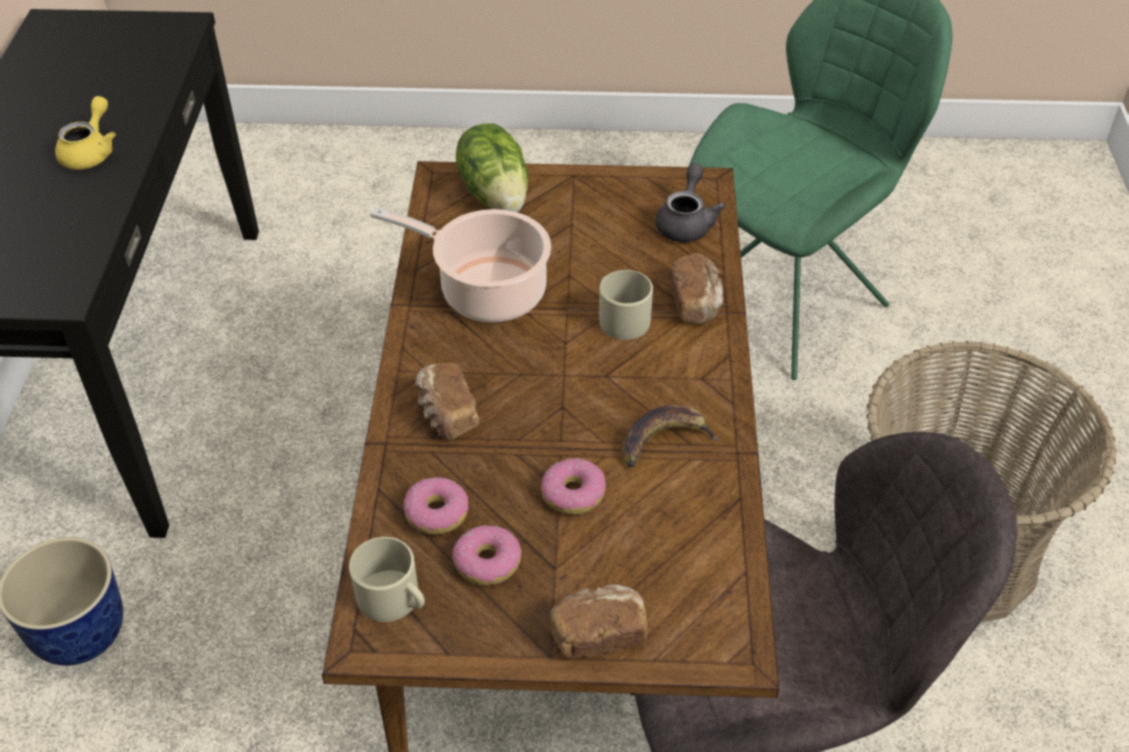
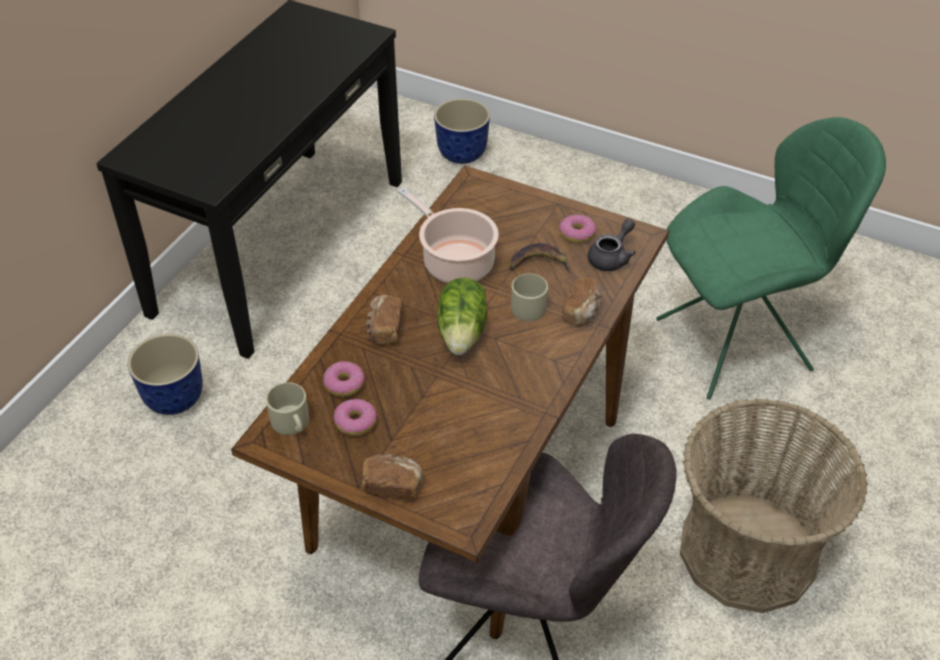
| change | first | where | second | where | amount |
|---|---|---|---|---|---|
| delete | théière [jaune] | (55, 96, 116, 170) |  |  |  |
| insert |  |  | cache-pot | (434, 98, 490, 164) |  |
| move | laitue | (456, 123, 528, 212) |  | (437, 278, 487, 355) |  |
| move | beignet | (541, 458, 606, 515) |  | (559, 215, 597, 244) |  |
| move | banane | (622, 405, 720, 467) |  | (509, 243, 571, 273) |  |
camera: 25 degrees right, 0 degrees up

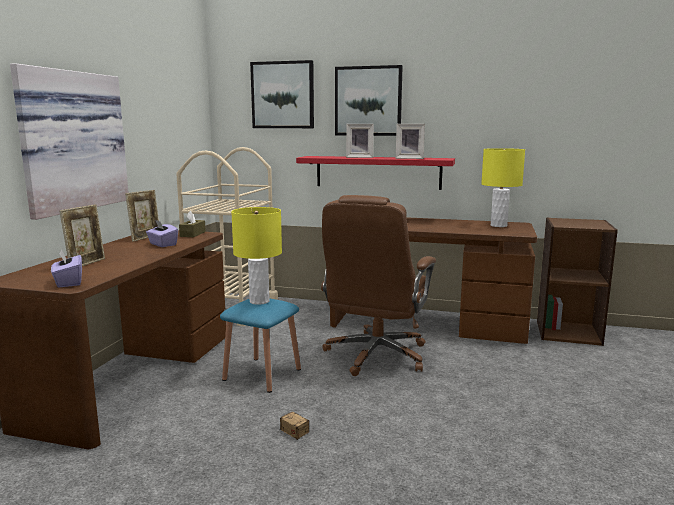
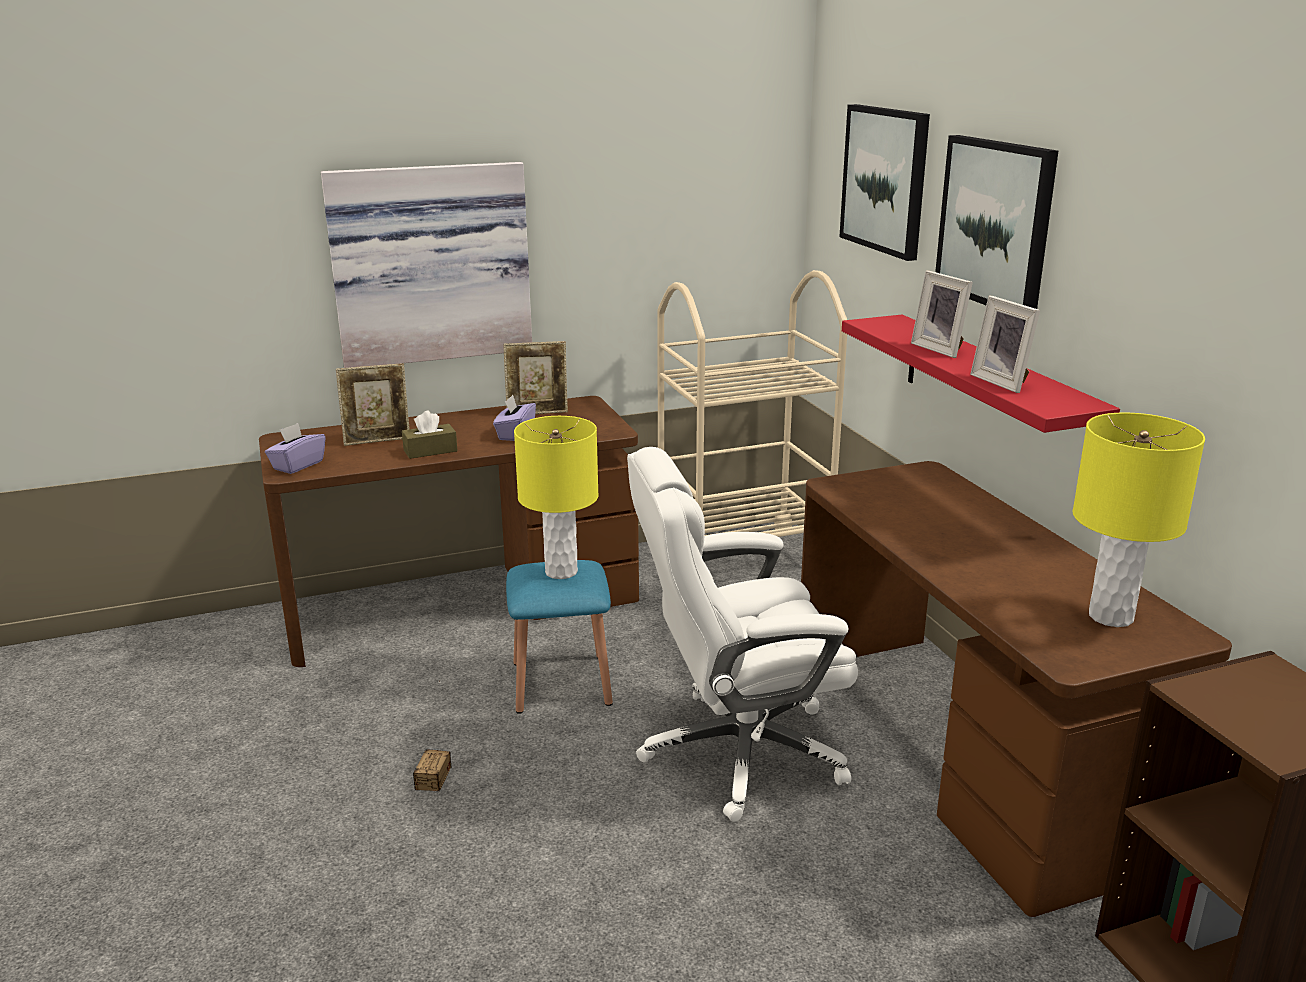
| change | first | where | second | where | amount |
|---|---|---|---|---|---|
| move | boîte à mouchoirs [marron] | (179, 211, 206, 237) |  | (402, 411, 457, 459) |  |
| recolor | chaise de bureau [marron] | (321, 195, 436, 376) | chaise de bureau [blanc] | (627, 447, 858, 822) |  |
camera: 55 degrees right, 10 degrees up

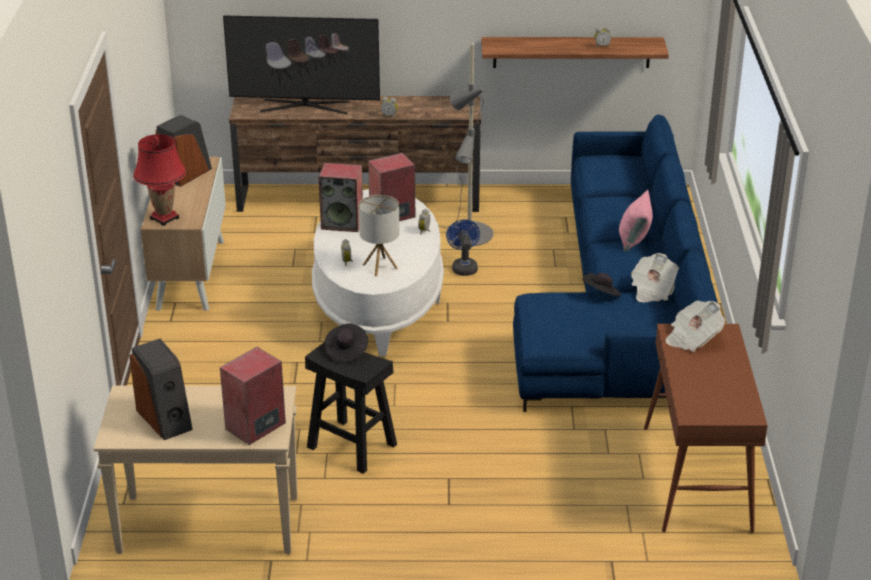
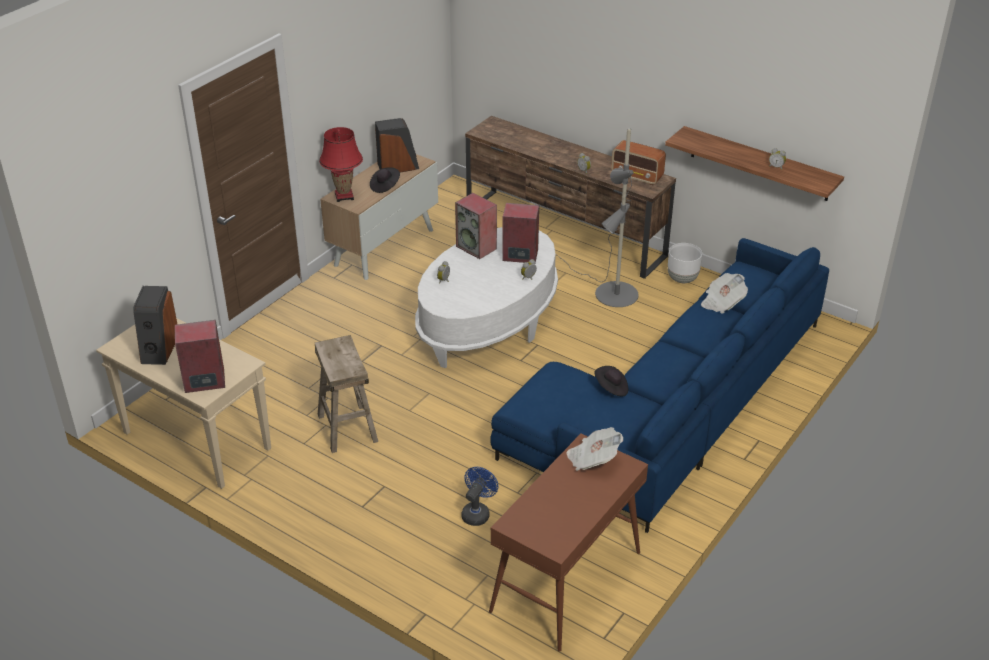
| change | first | where | second | where | amount |
|---|---|---|---|---|---|
| delete | téléviseur | (223, 16, 380, 114) |  |  |  |
| delete | lampe de table | (359, 195, 399, 276) |  |  |  |
| delete | coussin [rose] | (619, 190, 653, 252) |  |  |  |
| insert |  |  | radio | (611, 140, 666, 185) |  |
| insert |  |  | cache-pot [blanc] | (668, 243, 702, 283) |  |
| move | chapeau [noir] | (325, 324, 368, 363) |  | (370, 167, 400, 193) |  |
| move | ventilateur [bleu] | (446, 220, 480, 276) |  | (461, 467, 499, 526) |  |
| move | journal | (631, 253, 679, 302) |  | (701, 273, 748, 313) |  |
| recolor | tabouret [noir] | (305, 342, 397, 474) | tabouret [beige] | (315, 335, 378, 453) |  |
camera: 35 degrees right, 5 degrees up

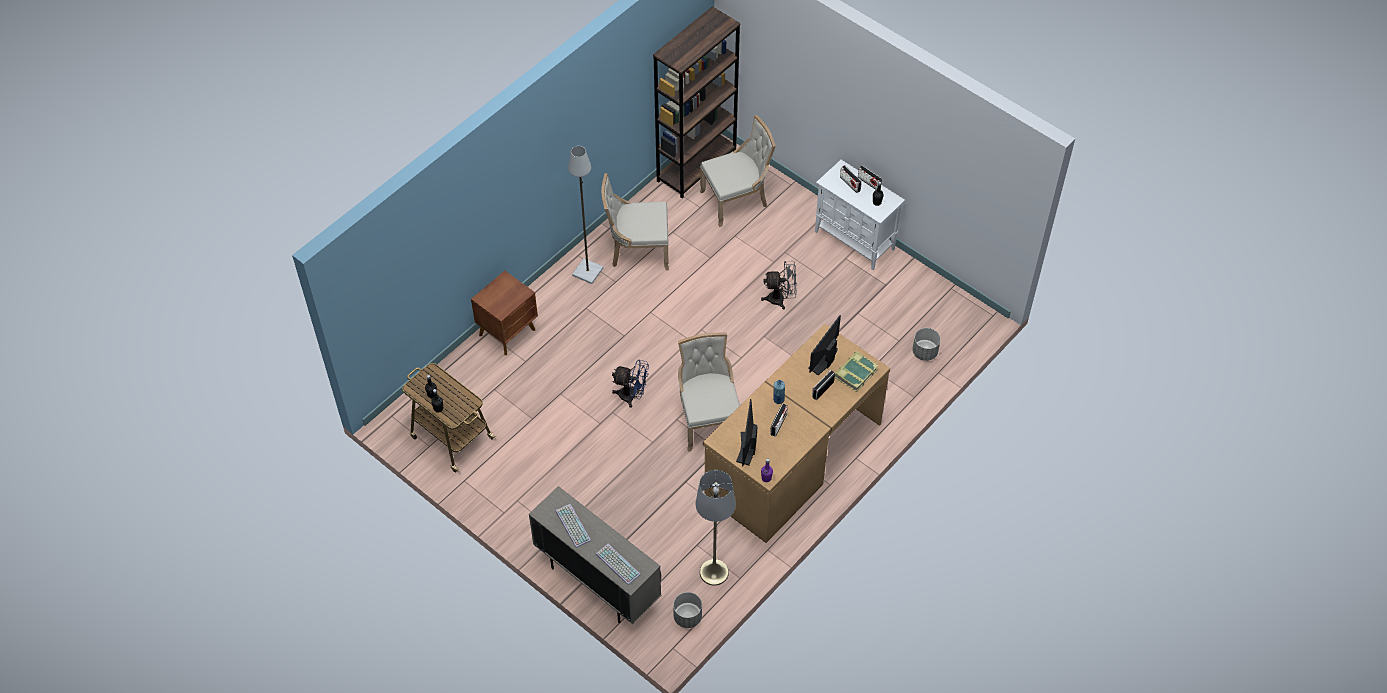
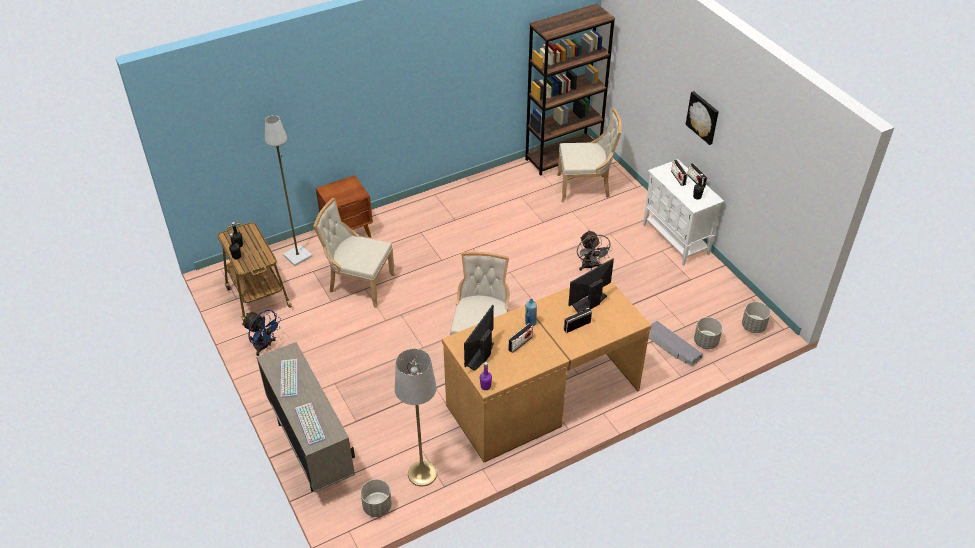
| change | first | where | second | where | amount |
|---|---|---|---|---|---|
| delete | livre | (835, 351, 879, 392) |  |  |  |
| insert |  |  | boîte de rangement [gris] | (648, 321, 703, 367) |  |
| insert |  |  | tableau | (685, 91, 719, 145) |  |
| insert |  |  | cache-pot [gris] | (742, 302, 771, 333) |  |
| move | lampadaire [gris] | (568, 146, 603, 284) |  | (265, 115, 313, 266) |  |
| move | chaise [beige] | (601, 173, 669, 270) |  | (313, 198, 396, 308) |  |
| move | ventilateur [bleu] | (612, 359, 649, 408) |  | (242, 310, 281, 356) |  |
| rotate | ventilateur [gris] | (761, 261, 797, 309) |  | (577, 230, 613, 271) | 60 degrees clockwise |
camera: 20 degrees right, 10 degrees down

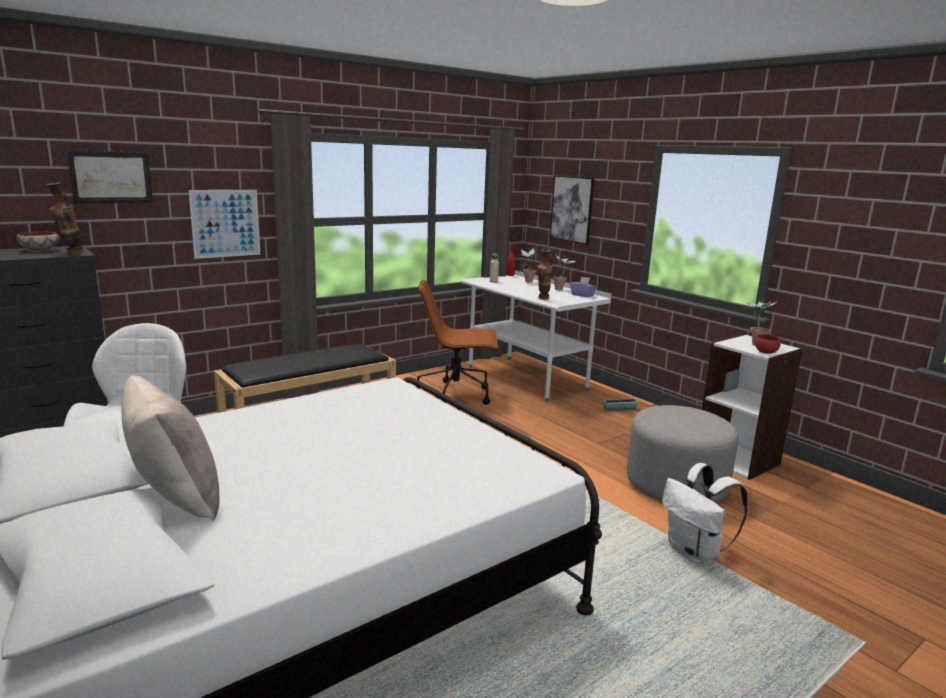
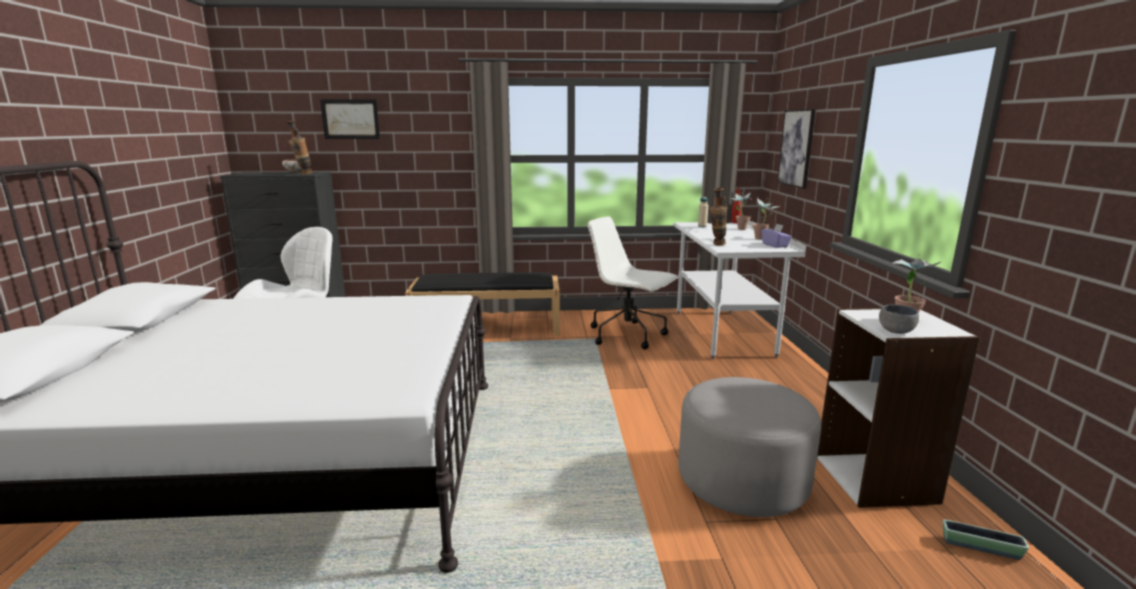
| change | first | where | second | where | amount |
|---|---|---|---|---|---|
| delete | coussin [beige] | (121, 375, 220, 521) |  |  |  |
| delete | tableau | (188, 190, 261, 259) |  |  |  |
| delete | sac à dos [blanc] | (662, 463, 748, 564) |  |  |  |
| move | cache-pot | (603, 399, 638, 411) |  | (943, 519, 1029, 560) |  |
| recolor | chaise de bureau [marron] | (416, 279, 498, 405) | chaise de bureau [blanc] | (588, 217, 679, 349) |  |
| recolor | bol [rouge] | (755, 334, 781, 354) | bol [gris] | (879, 305, 919, 334) |  |
camera: 35 degrees right, 0 degrees up

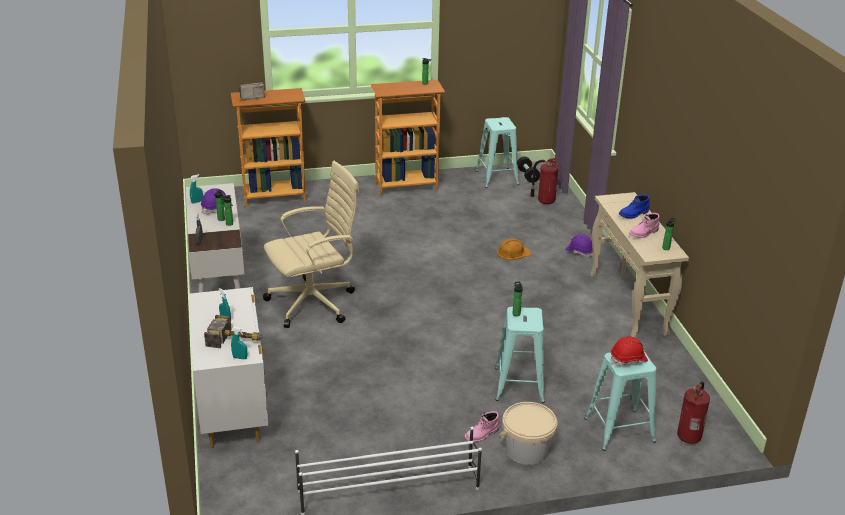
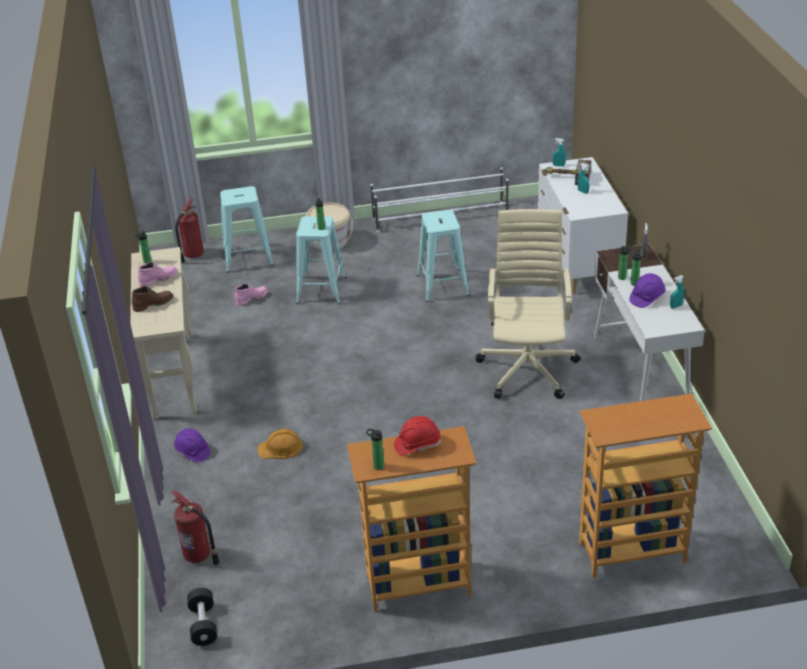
| change | first | where | second | where | amount |
|---|---|---|---|---|---|
| delete | radio | (239, 82, 265, 100) |  |  |  |
| move | botte [rose] | (465, 411, 499, 442) |  | (235, 283, 268, 306) |  |
| move | tabouret [turquoise] | (476, 117, 519, 188) |  | (417, 210, 470, 302) |  |
| move | casque de chantier [rouge] | (611, 336, 648, 366) |  | (394, 416, 441, 455) |  |
| recolor | botte [bleu] | (619, 195, 649, 219) | botte [marron] | (132, 286, 173, 312) |  |
| rotate | chaise de bureau [beige] | (263, 161, 359, 328) |  | (476, 209, 581, 399) | 120 degrees clockwise |
camera: 175 degrees left, 5 degrees up

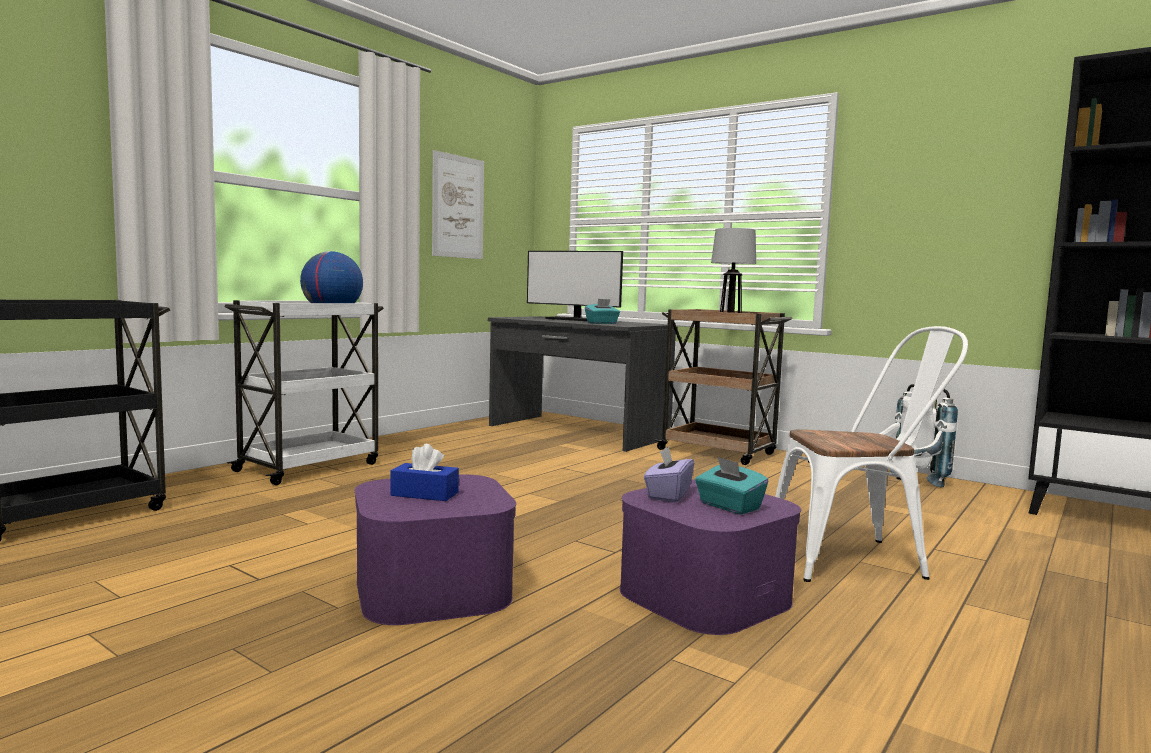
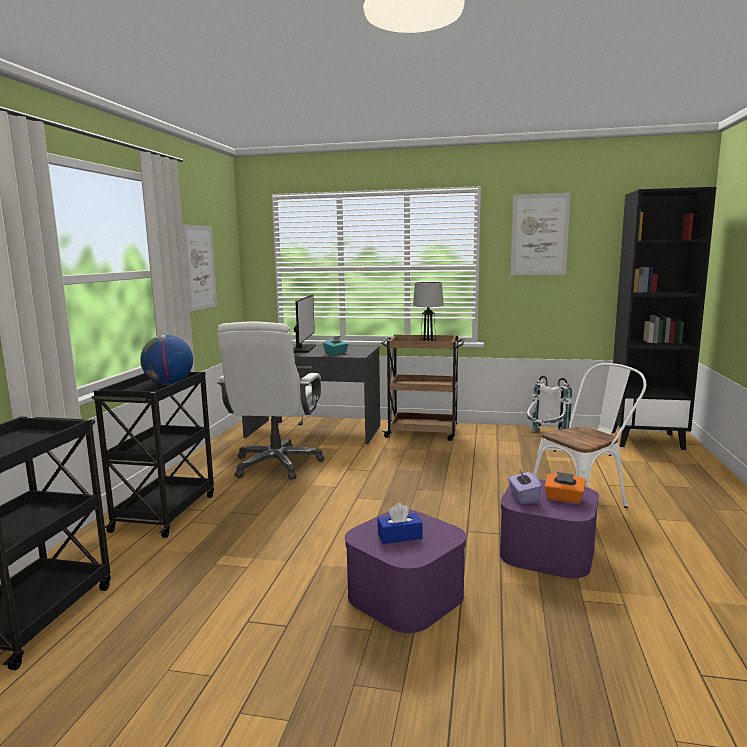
| change | first | where | second | where | amount |
|---|---|---|---|---|---|
| insert |  |  | chaise de bureau [blanc] | (217, 321, 324, 480) |  |
| insert |  |  | tableau | (511, 193, 570, 275) |  |
| recolor | chariot [blanc] | (224, 300, 384, 485) | chariot [noir] | (91, 371, 214, 538) |  |
| recolor | boîte à mouchoirs [turquoise] | (695, 457, 768, 514) | boîte à mouchoirs [orange] | (544, 472, 586, 504) |  |
| rotate | écran d'ordinateur | (527, 251, 623, 321) |  | (293, 295, 316, 353) | 90 degrees counterclockwise |
camera: 25 degrees left, 5 degrees up

